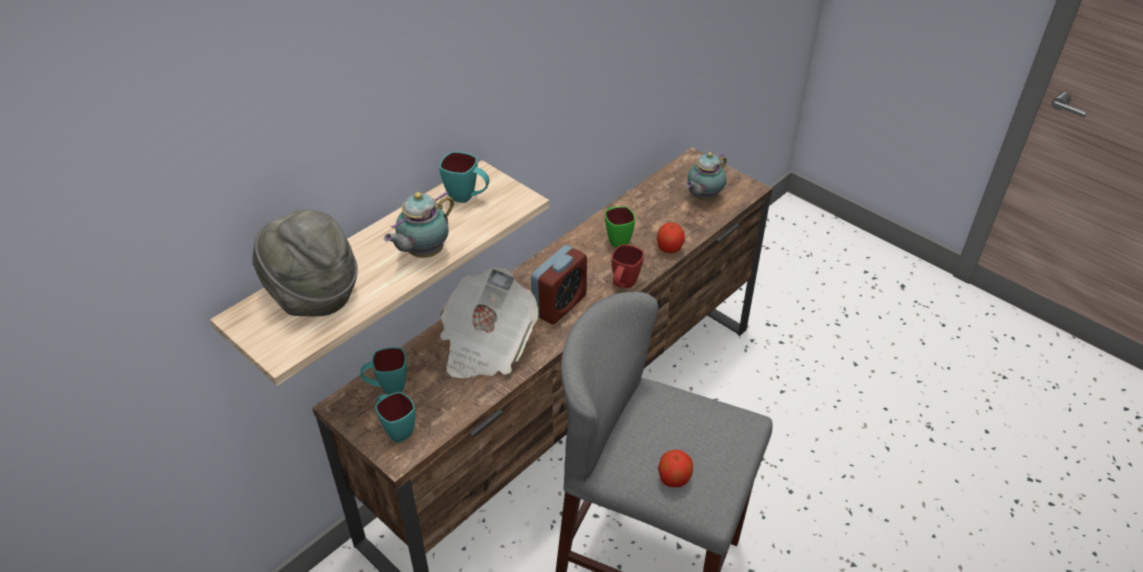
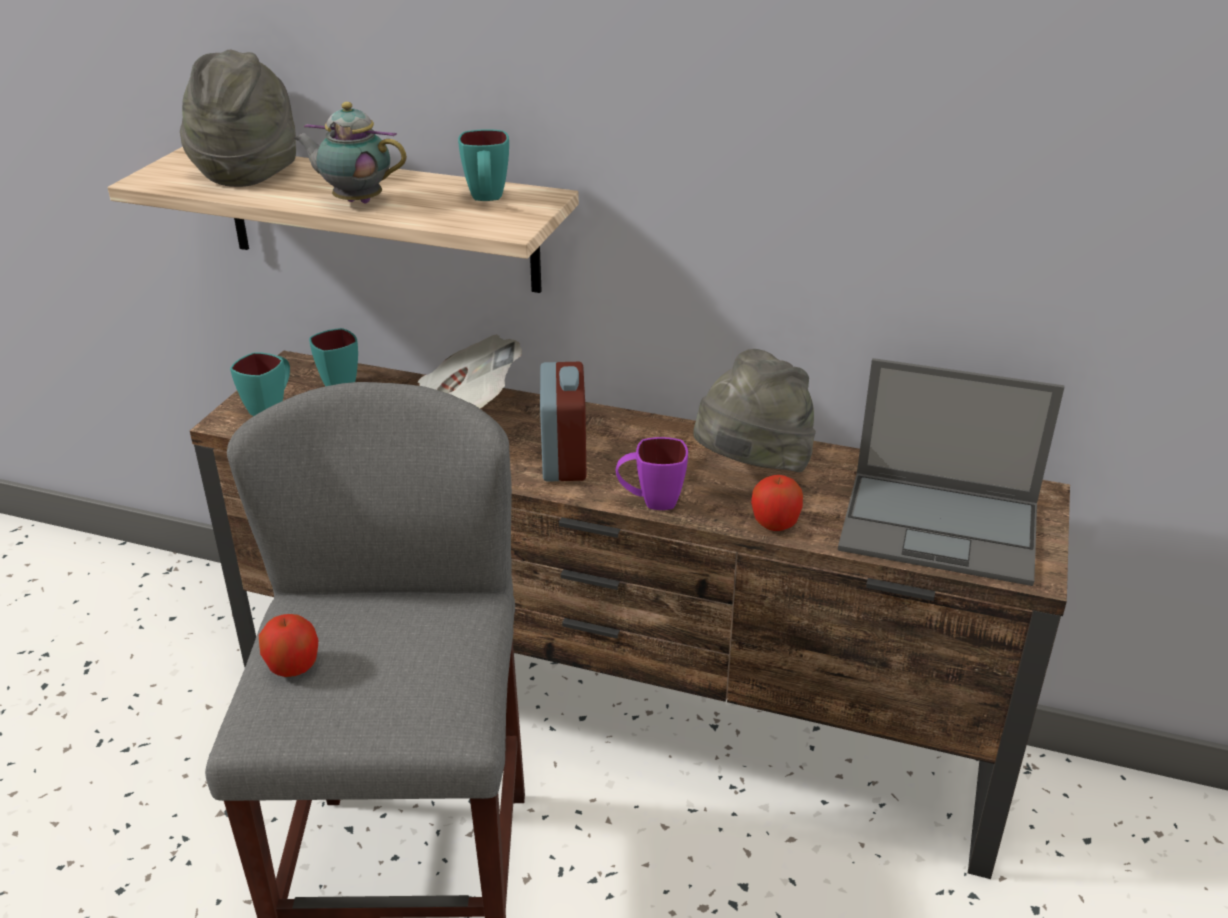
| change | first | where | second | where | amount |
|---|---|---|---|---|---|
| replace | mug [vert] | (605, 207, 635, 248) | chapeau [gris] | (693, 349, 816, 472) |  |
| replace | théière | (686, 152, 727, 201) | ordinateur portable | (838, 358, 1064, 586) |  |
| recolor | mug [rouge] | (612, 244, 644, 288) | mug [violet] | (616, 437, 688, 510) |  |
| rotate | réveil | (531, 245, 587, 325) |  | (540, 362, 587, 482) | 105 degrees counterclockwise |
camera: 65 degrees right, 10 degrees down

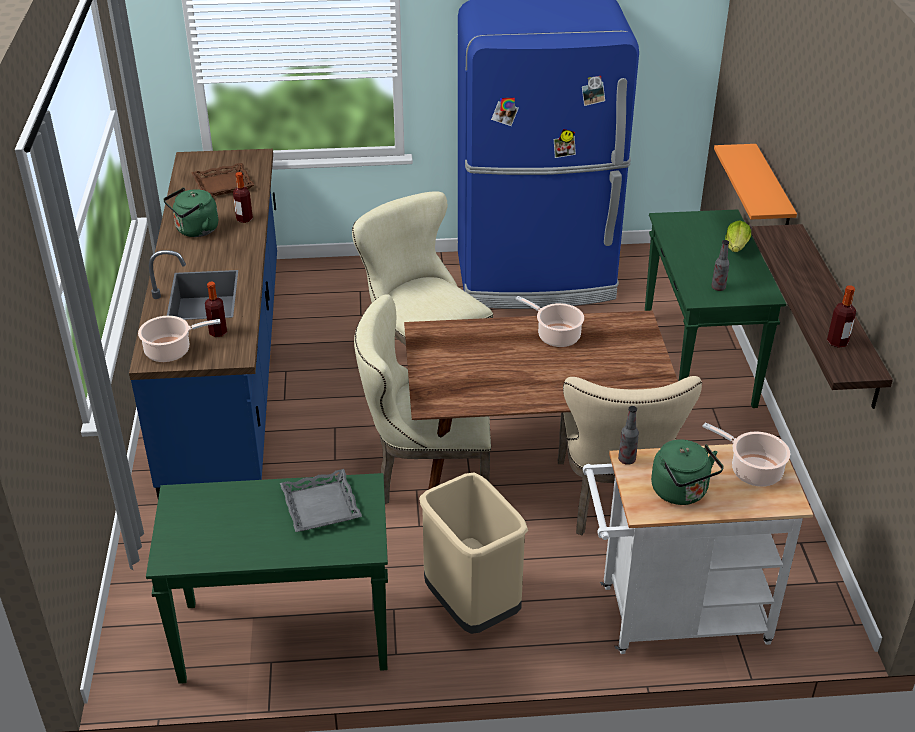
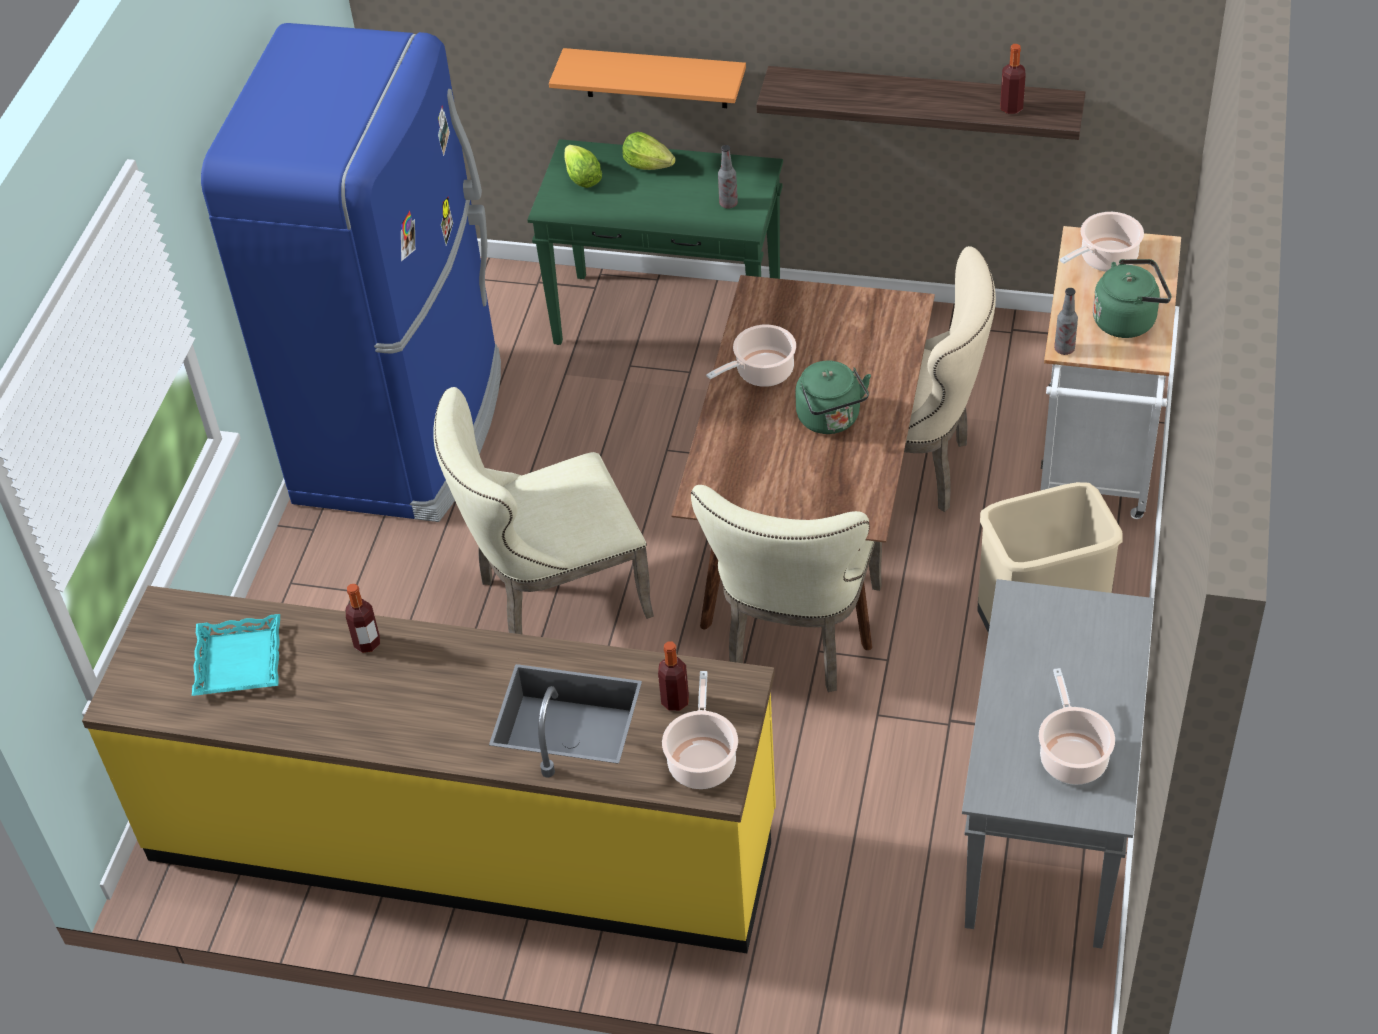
| change | first | where | second | where | amount |
|---|---|---|---|---|---|
| delete | plateau [gris] | (280, 469, 362, 532) |  |  |  |
| insert |  |  | laitue | (564, 145, 602, 188) |  |
| insert |  |  | marmite | (1039, 668, 1115, 785) |  |
| move | bouilloire [vert] | (163, 188, 218, 237) |  | (795, 361, 871, 434) |  |
| recolor | comptoir de cuisine [bleu] | (129, 149, 277, 498) | comptoir de cuisine [jaune] | (82, 586, 776, 953) |  |
| recolor | table console [vert] | (146, 473, 388, 684) | table console [gris] | (962, 579, 1154, 949) |  |
| recolor | plateau [marron] | (192, 163, 255, 197) | plateau [turquoise] | (192, 614, 280, 696) |  |
camera: 70 degrees left, 10 degrees up

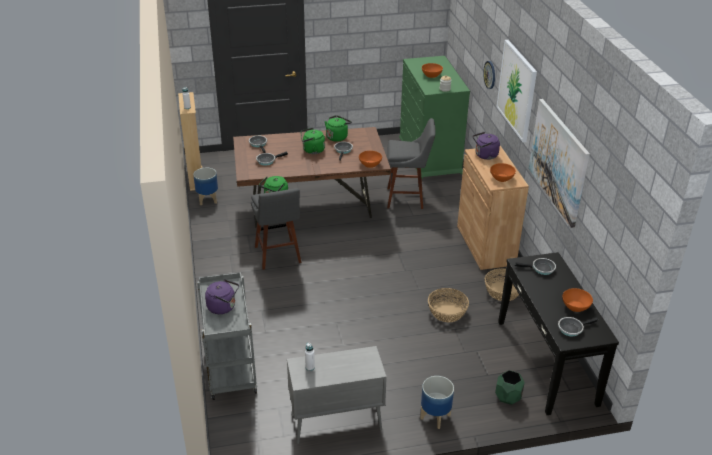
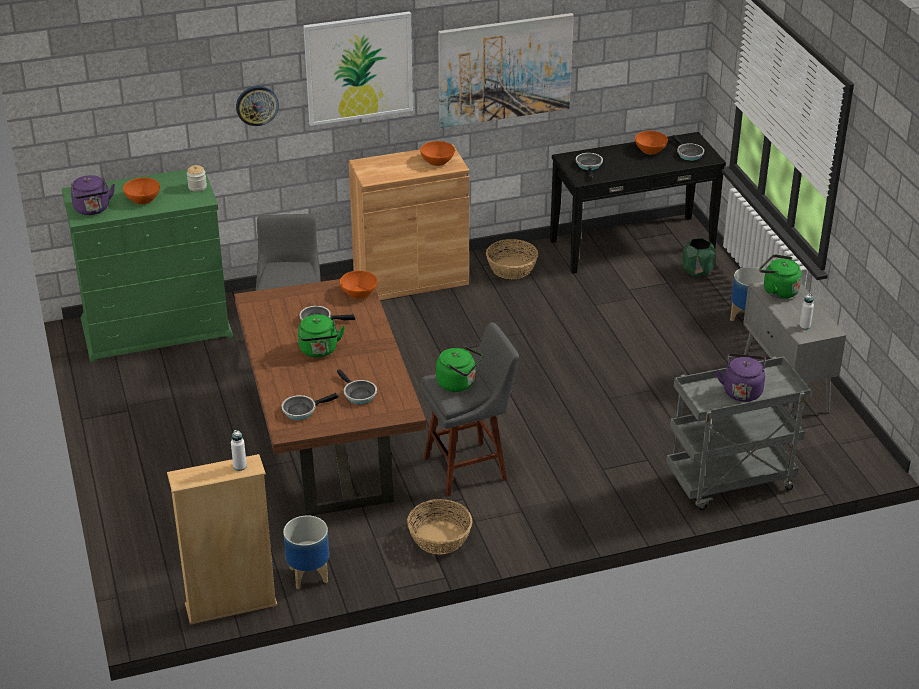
| change | first | where | second | where | amount |
|---|---|---|---|---|---|
| move | bouilloire [vert] | (325, 115, 352, 142) |  | (759, 254, 802, 299) |  |
| move | panier | (428, 288, 469, 322) |  | (407, 499, 472, 554) |  |
| move | bouilloire [violet] | (473, 132, 500, 160) |  | (71, 175, 115, 215) |  |
camera: 95 degrees left, 0 degrees up

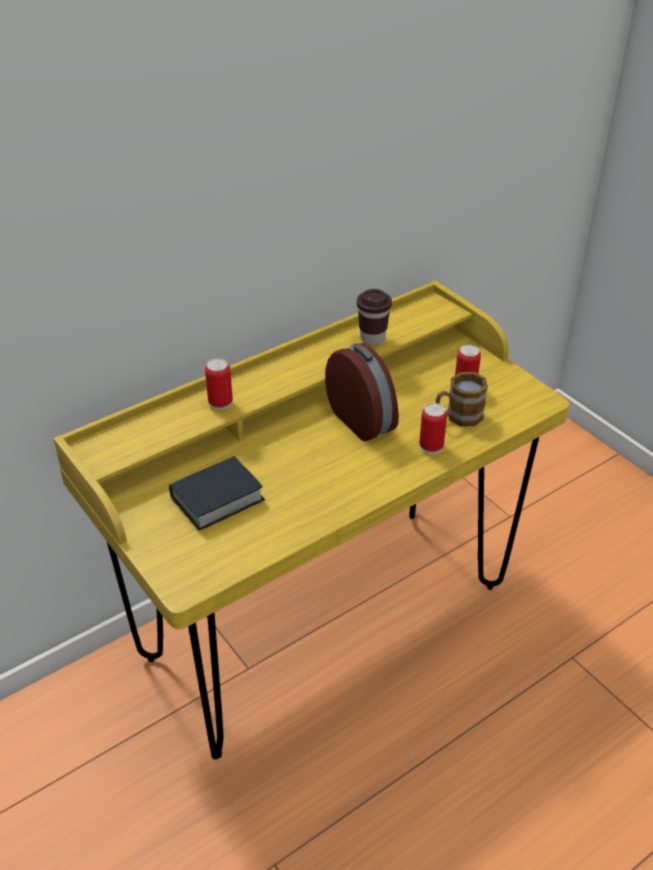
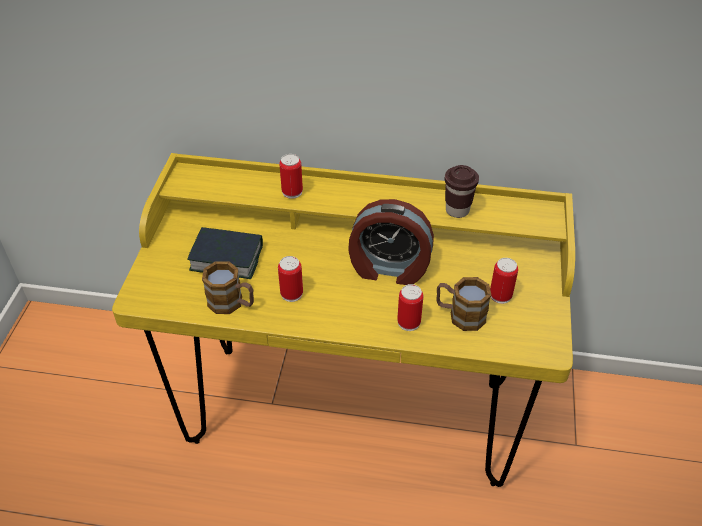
| change | first | where | second | where | amount |
|---|---|---|---|---|---|
| insert |  |  | mug | (202, 261, 254, 314) |  |
| insert |  |  | boîte métallique | (278, 256, 303, 302) |  |
| rotate | réveil | (325, 343, 399, 441) |  | (348, 199, 434, 285) | 90 degrees clockwise |
camera: 45 degrees right, 5 degrees up

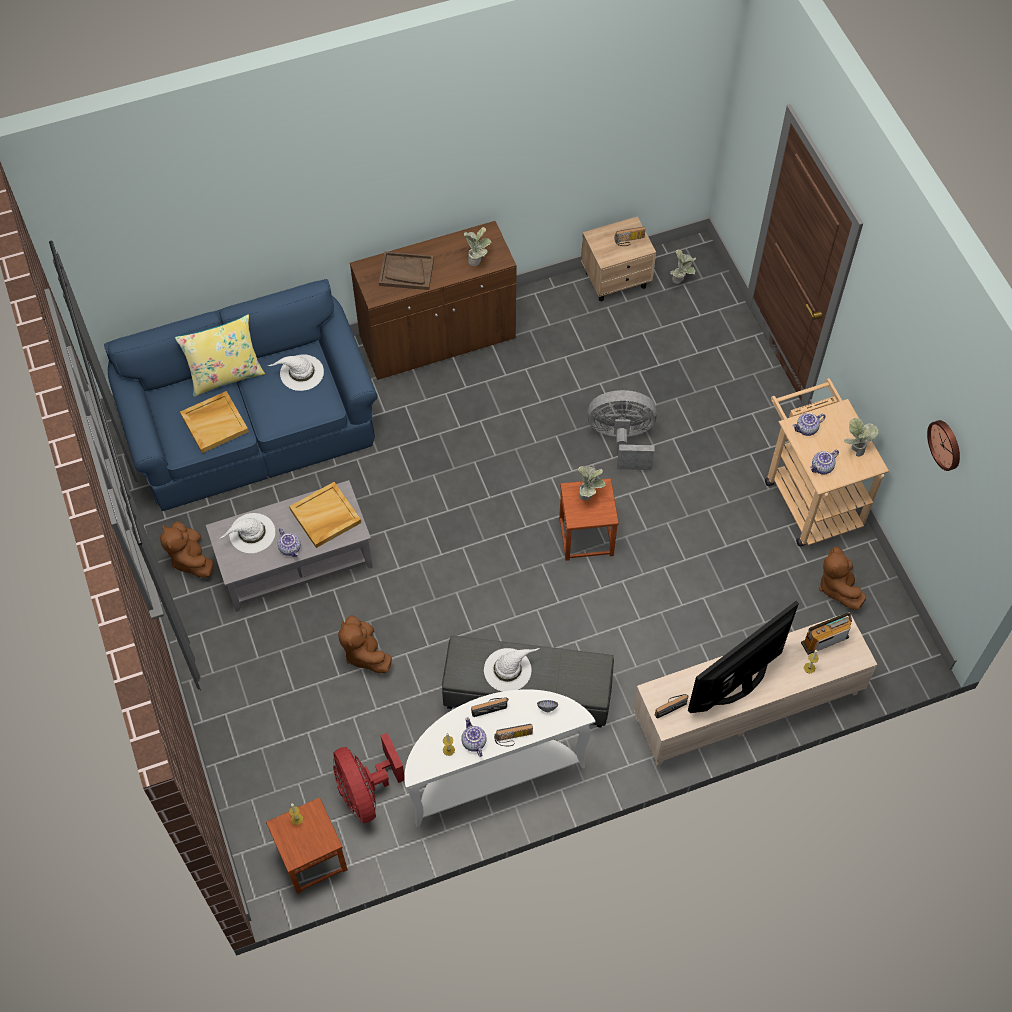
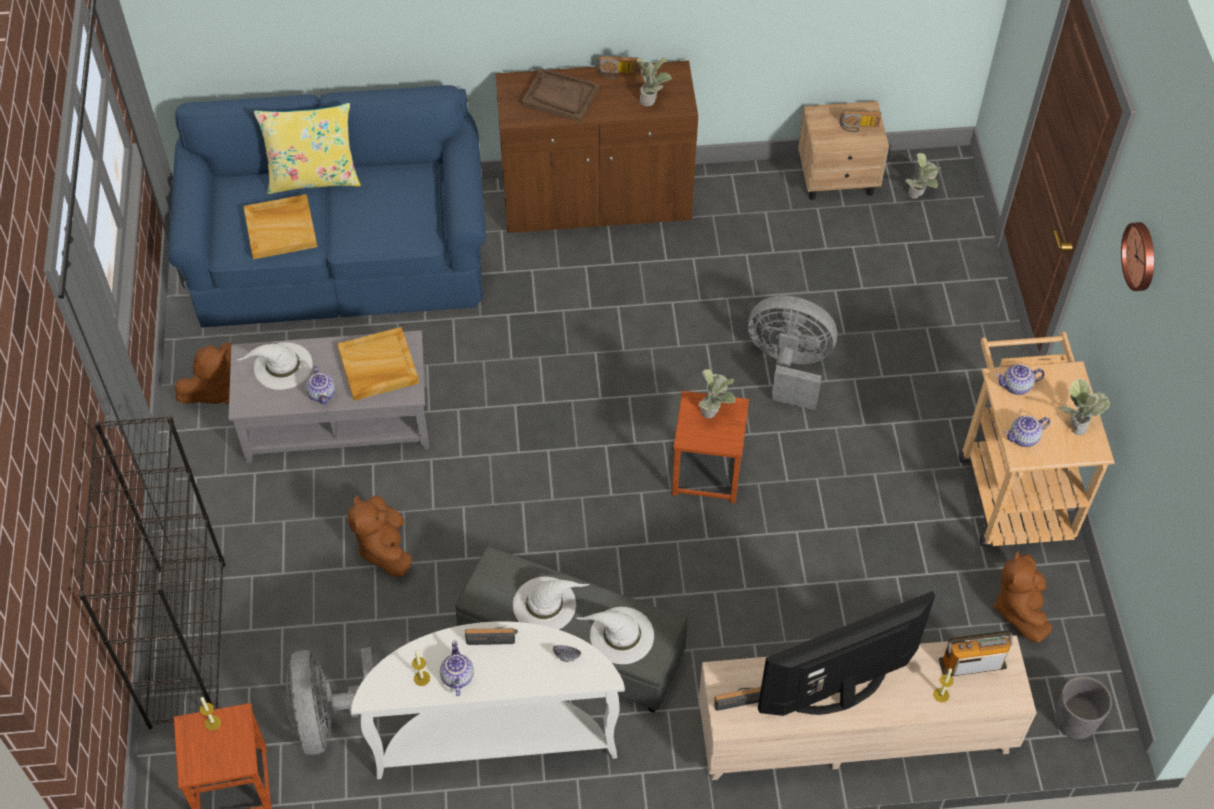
| change | first | where | second | where | amount |
|---|---|---|---|---|---|
| insert |  |  | bibliothèque [noir] | (79, 416, 225, 729) |  |
| insert |  |  | cache-pot [gris] | (1054, 676, 1112, 739) |  |
| move | chapeau [blanc] | (267, 354, 324, 391) |  | (576, 607, 654, 664) |  |
| move | radio | (494, 724, 533, 746) |  | (596, 56, 639, 79) |  |
| move | horloge murale | (927, 420, 960, 471) |  | (1121, 222, 1154, 291) |  |
| recolor | ventilateur [rouge] | (333, 733, 404, 823) | ventilateur [gris] | (285, 647, 375, 755) |  |
| rotate | peluche [marron] | (160, 521, 214, 578) |  | (174, 343, 232, 404) | 120 degrees counterclockwise |
camera: 15 degrees right, 5 degrees down

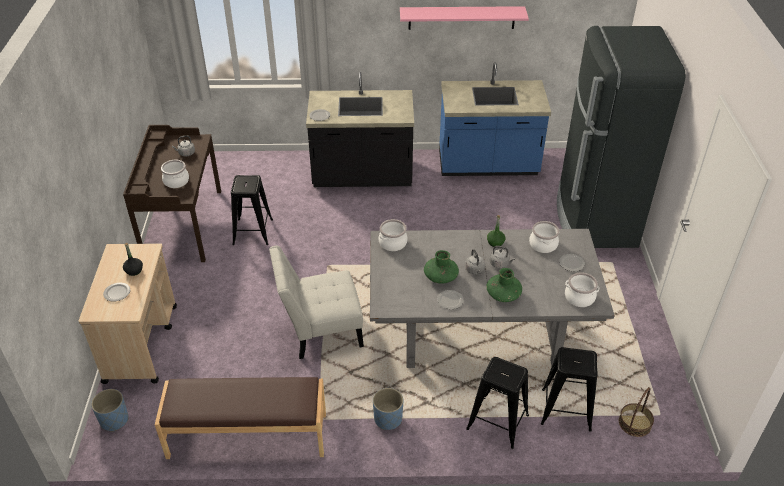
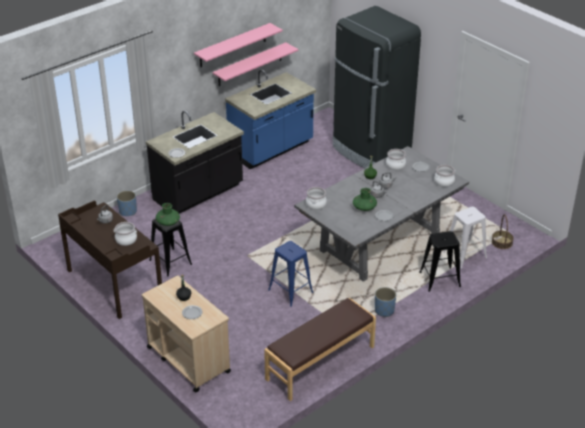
| change | first | where | second | where | amount |
|---|---|---|---|---|---|
| insert |  |  | étagère [rose] | (213, 42, 298, 86) |  |
| move | cache-pot [bleu] | (91, 389, 128, 432) |  | (117, 191, 137, 216) |  |
| move | vase [vert] | (486, 268, 522, 302) |  | (156, 203, 180, 226) |  |
| replace | chaise [blanc] | (269, 246, 364, 359) | tabouret [bleu] | (268, 241, 313, 307) |  |
| recolor | tabouret [noir] | (541, 347, 598, 432) | tabouret [blanc] | (443, 207, 487, 268) |  |
camera: 40 degrees left, 5 degrees down

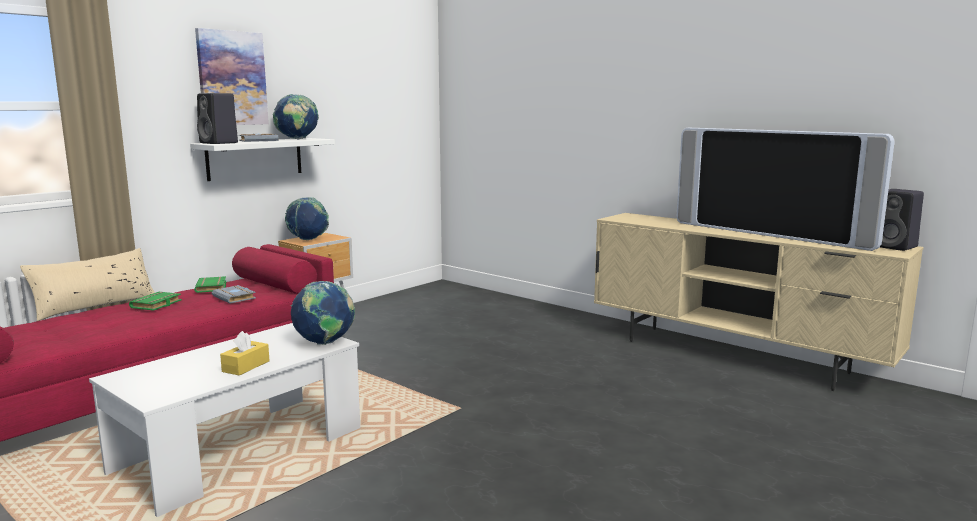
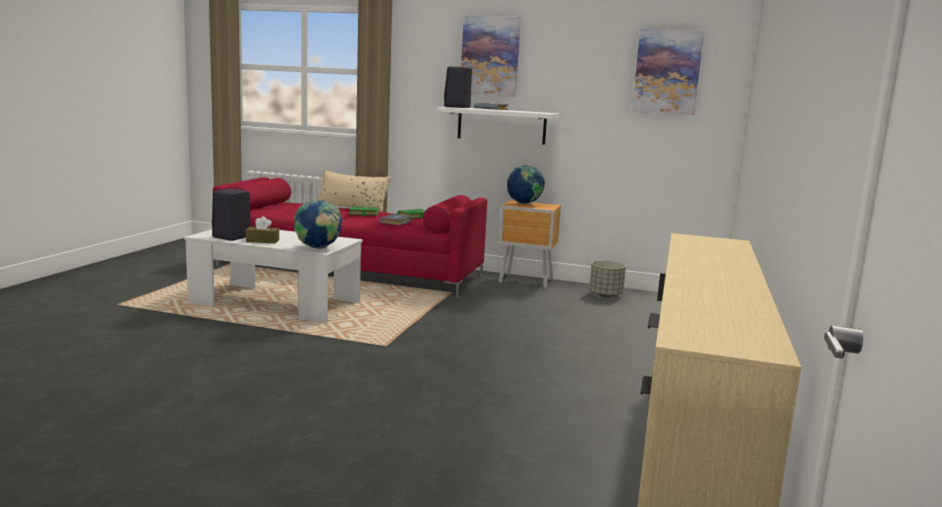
| change | first | where | second | where | amount |
|---|---|---|---|---|---|
| delete | globe | (273, 94, 319, 139) |  |  |  |
| delete | téléviseur | (676, 128, 895, 251) |  |  |  |
| insert |  |  | cache-pot [gris] | (589, 260, 626, 298) |  |
| insert |  |  | tableau | (632, 29, 704, 115) |  |
| move | enceinte [noir] | (880, 189, 924, 251) |  | (212, 189, 251, 241) |  |
| recolor | boîte à mouchoirs [jaune] | (220, 331, 270, 376) | boîte à mouchoirs [marron] | (246, 216, 279, 244) |  |
camera: 65 degrees right, 0 degrees up

